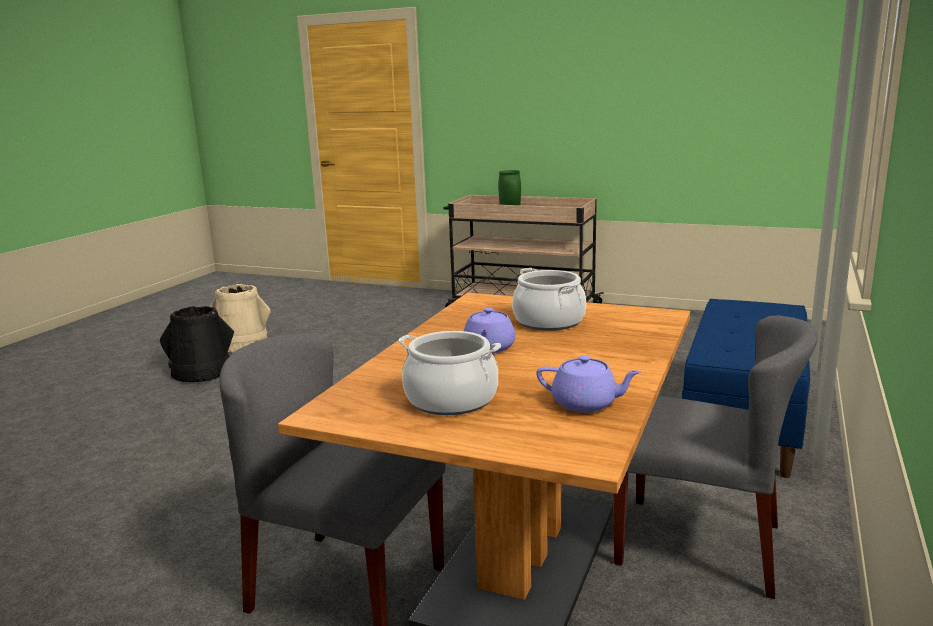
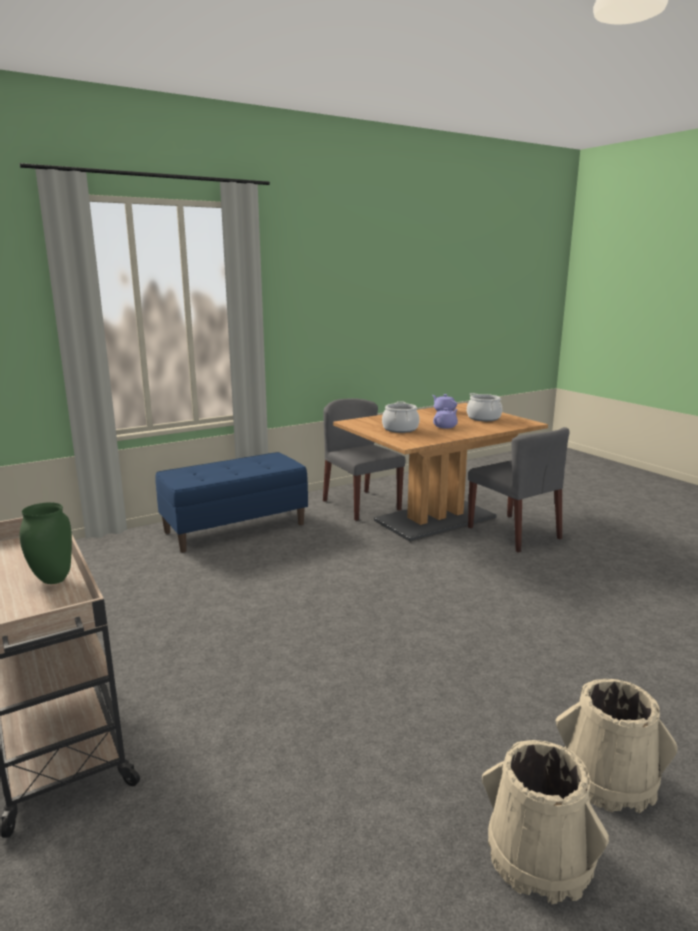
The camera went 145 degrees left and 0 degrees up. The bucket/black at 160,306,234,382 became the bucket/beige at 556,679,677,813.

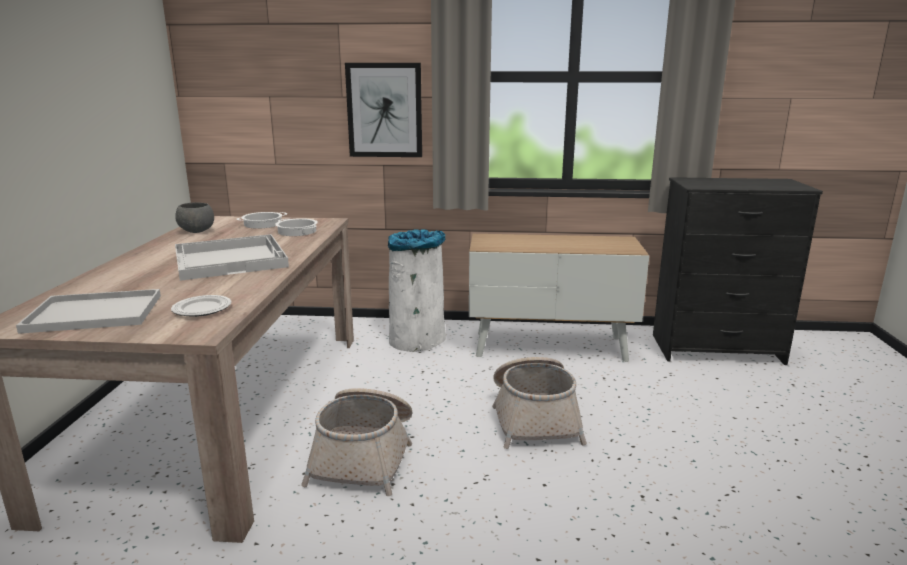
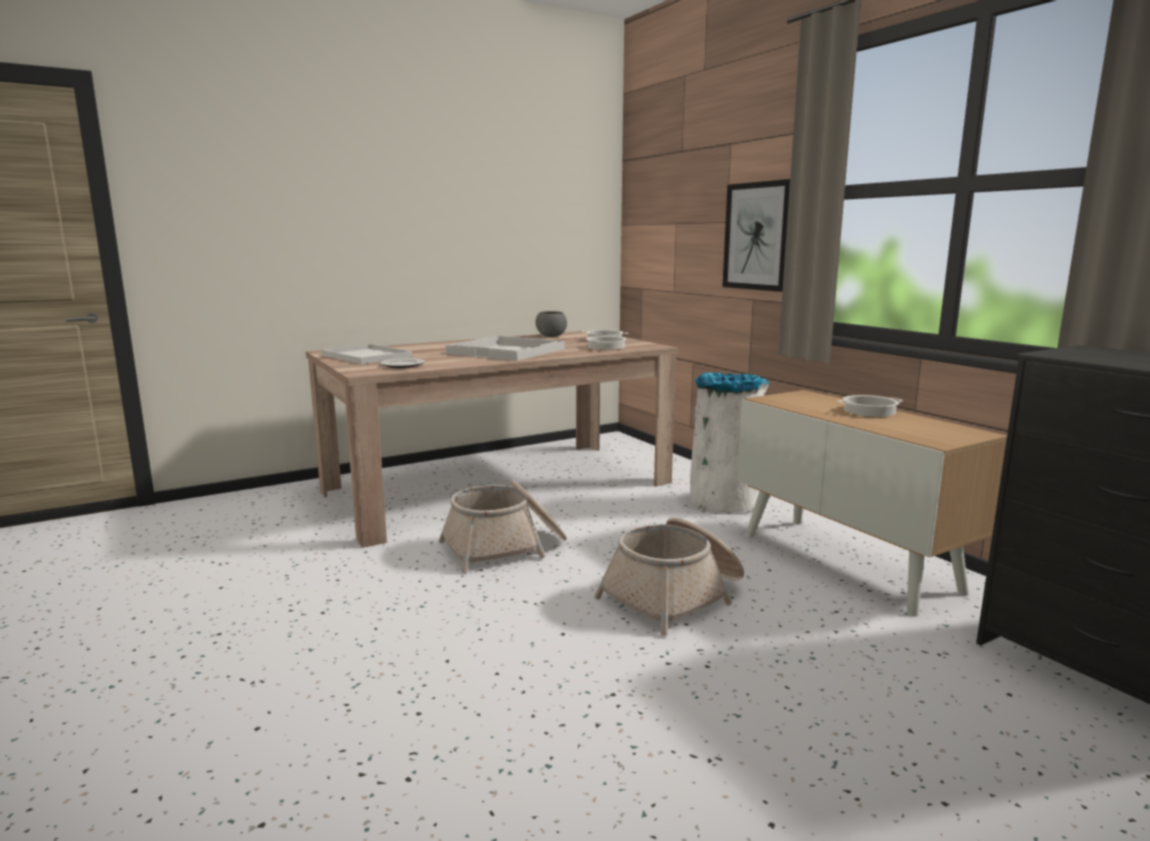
The camera went 55 degrees right and 5 degrees down. The cooking pot at 837,395,903,417 appeared.

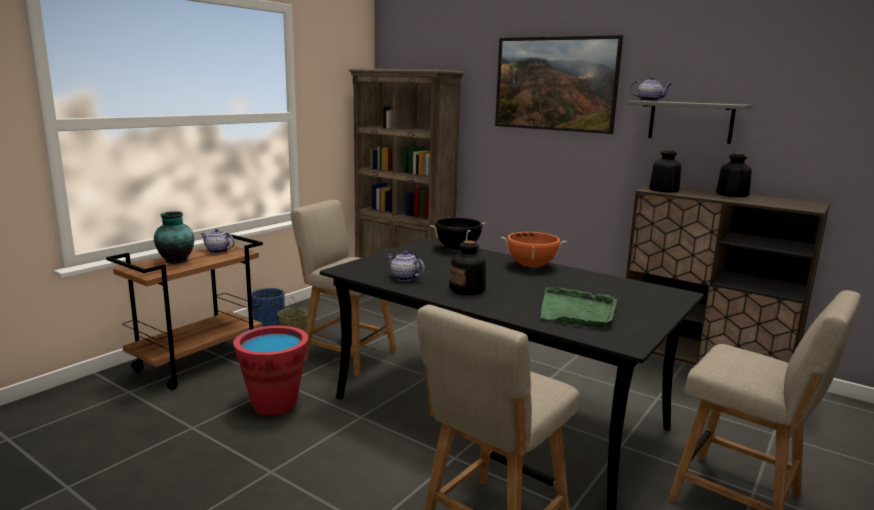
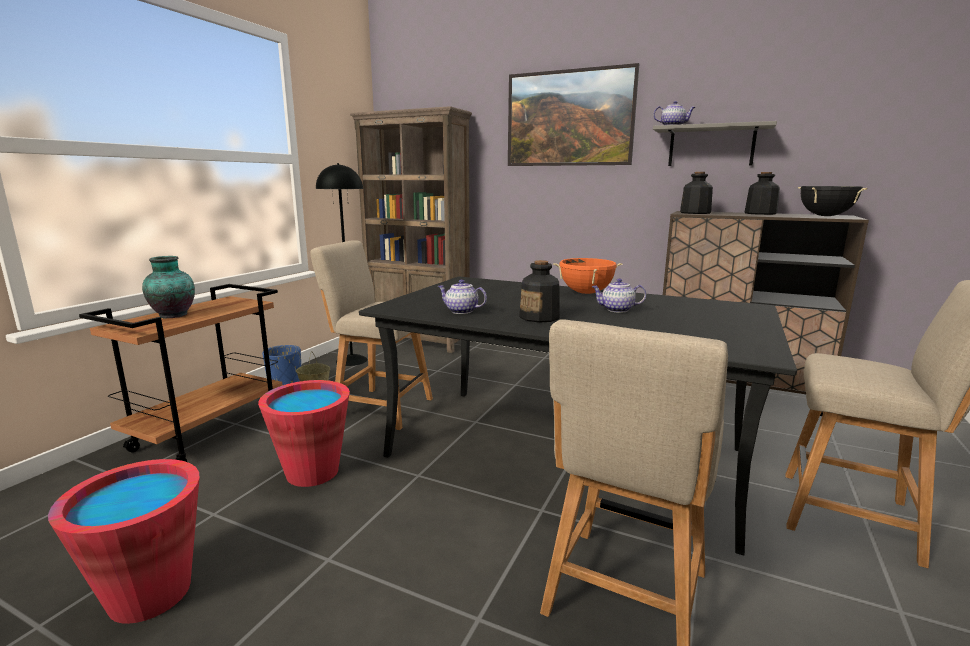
The camera went 10 degrees left and 0 degrees up. The tray/green at 541,287,617,328 disappeared. The bucket/red at 48,459,200,624 appeared. The floor lamp/black at 316,163,368,366 appeared. The teapot moved from 200,229,235,253 to 592,278,646,313. The cooking pot/black moved from 430,217,486,250 to 798,186,867,216.

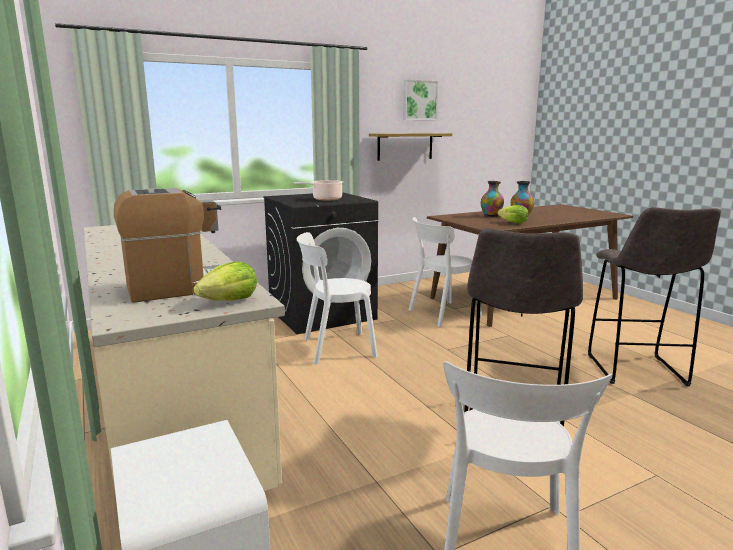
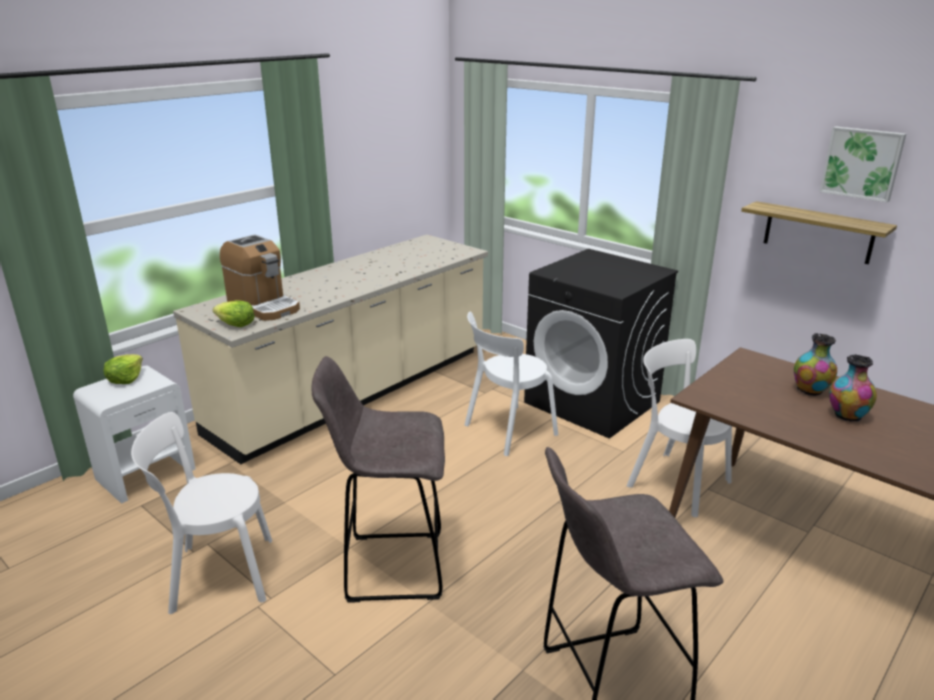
The camera went 70 degrees right and 10 degrees up. The cooking pot at 294,180,343,201 disappeared. The lettuce moved from 498,205,528,224 to 103,354,143,384. The chair/white at 297,232,378,365 turned 90 degrees counterclockwise.

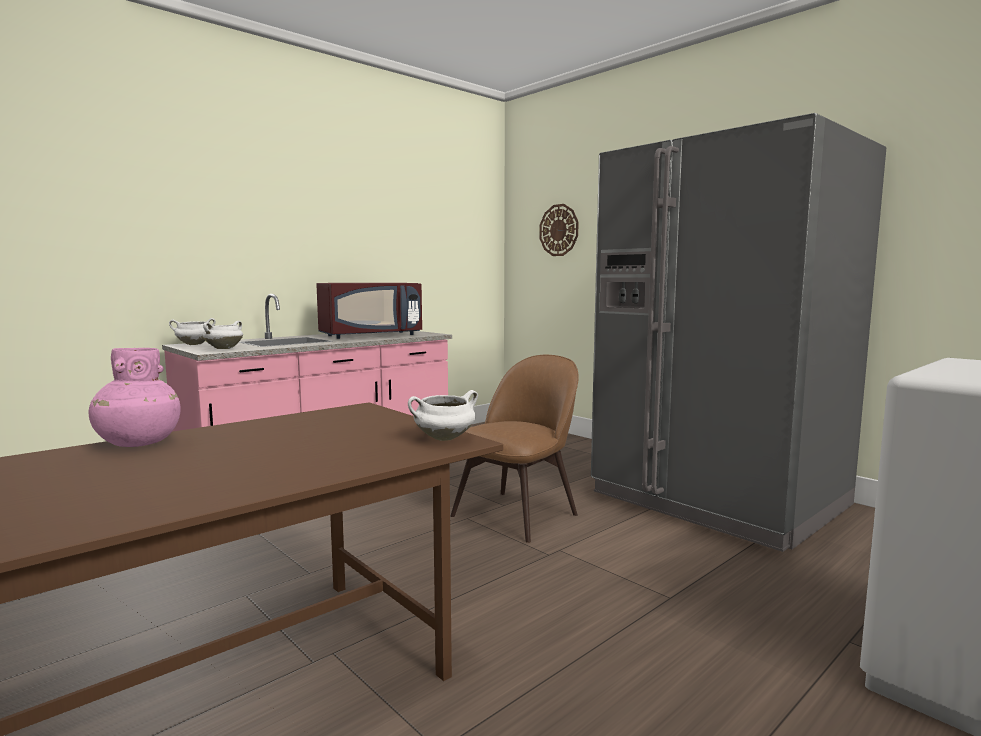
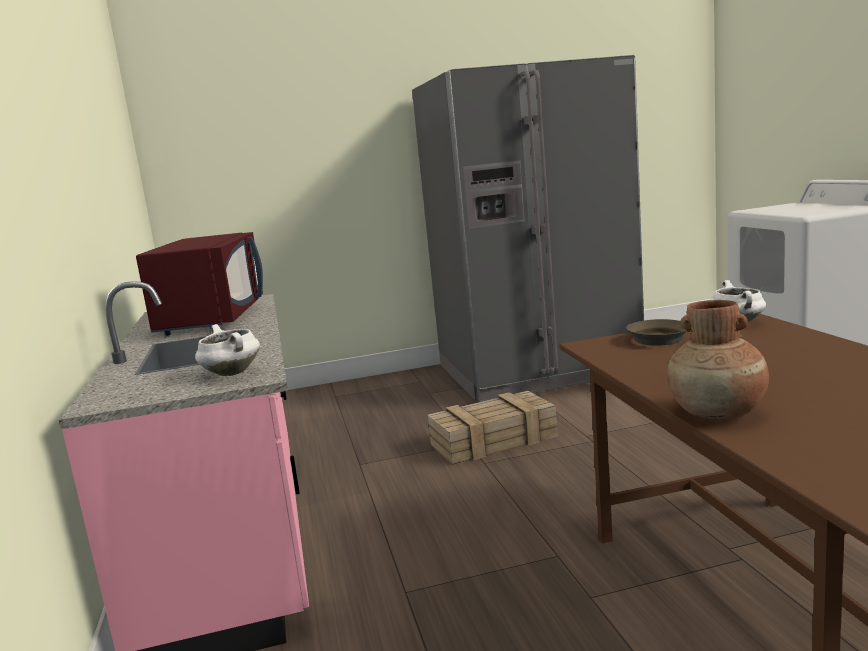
The camera went 60 degrees left and 5 degrees up. The cooking pot/white at 169,318,216,345 disappeared. The wall clock at 539,204,579,256 disappeared. The frying pan/brown at 627,319,742,346 appeared. The chair/brown at 450,355,579,543 was replaced by the crate at 428,391,558,465. The vase/pink at 89,348,180,447 became the vase/brown at 667,300,769,420.

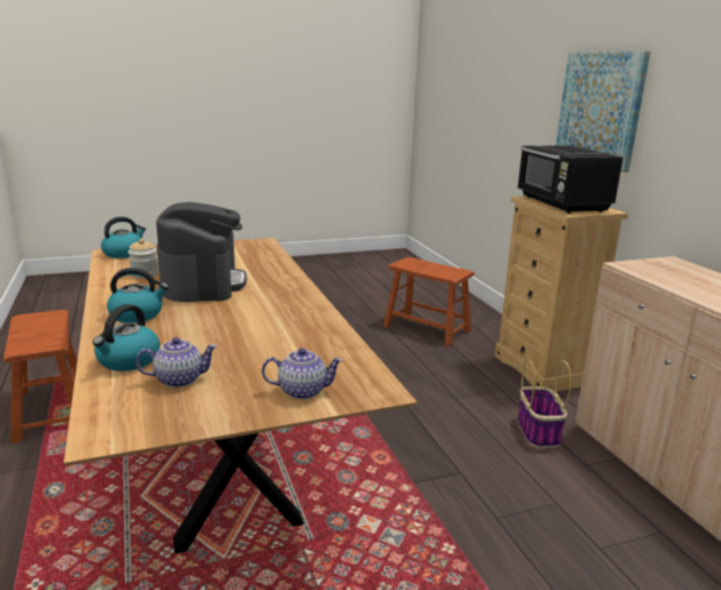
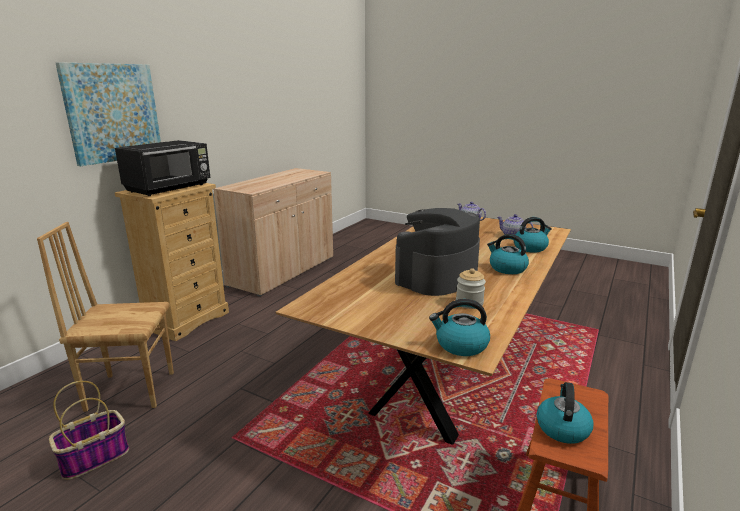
The camera went 130 degrees left and 0 degrees up. The kettle at 537,382,594,444 appeared. The basket moved from 518,359,572,448 to 49,381,129,480. The stool/brown at 383,257,474,347 was replaced by the chair/brown at 37,222,174,412.

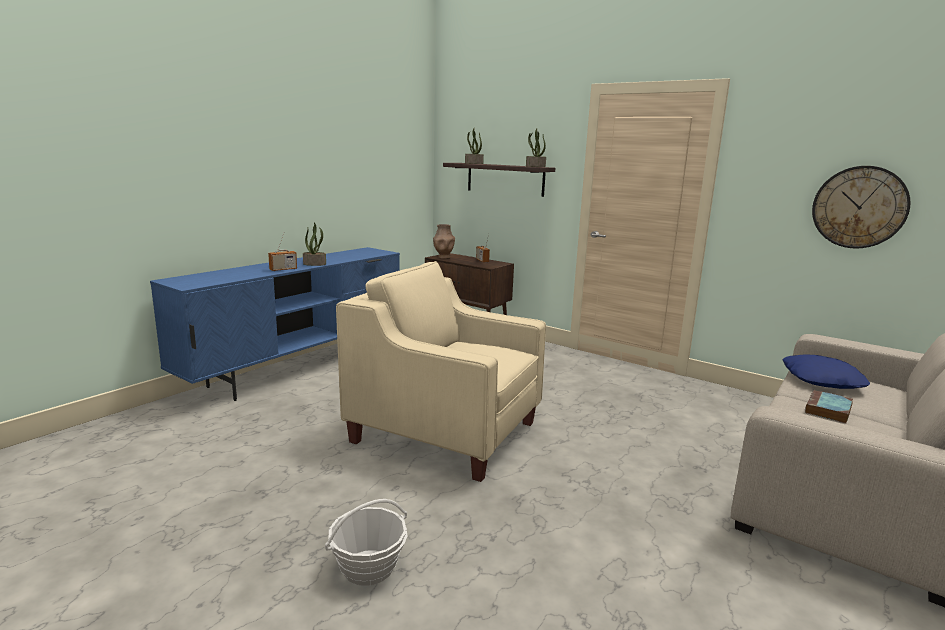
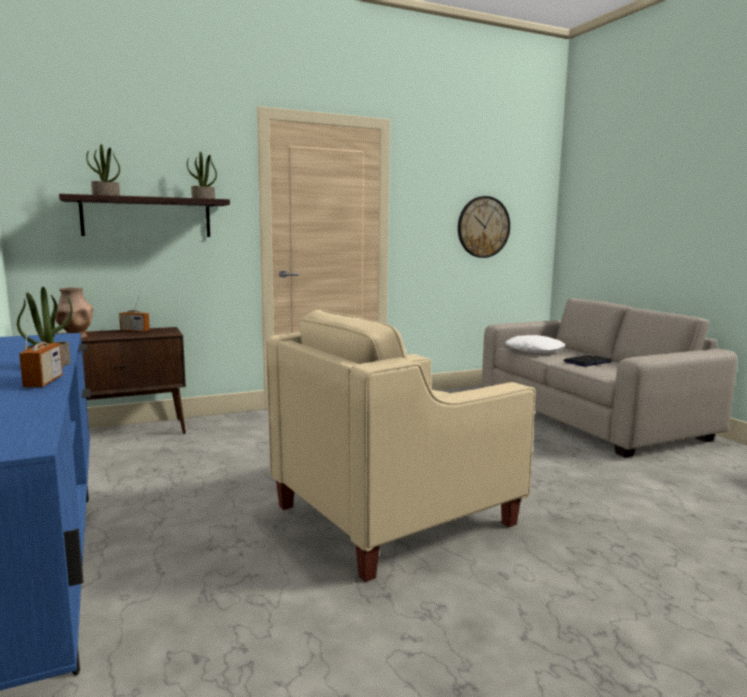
The camera went 60 degrees left and 5 degrees down. The basket at 325,499,407,586 disappeared. The book at 805,390,853,423 was replaced by the laptop at 563,355,612,367. The pillow/blue at 783,354,870,389 became the pillow/white at 505,335,565,353.

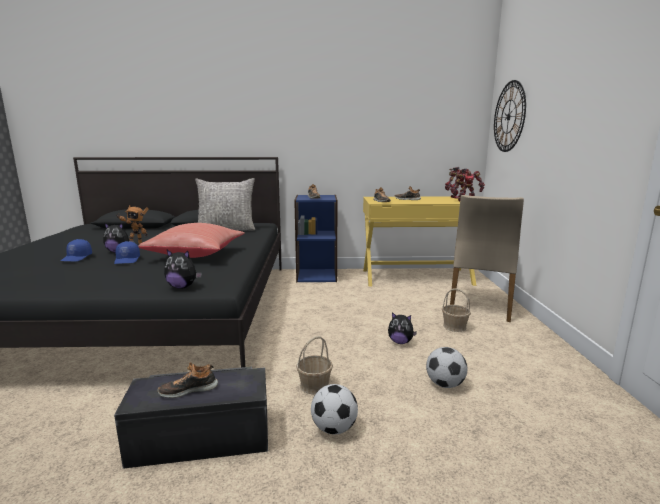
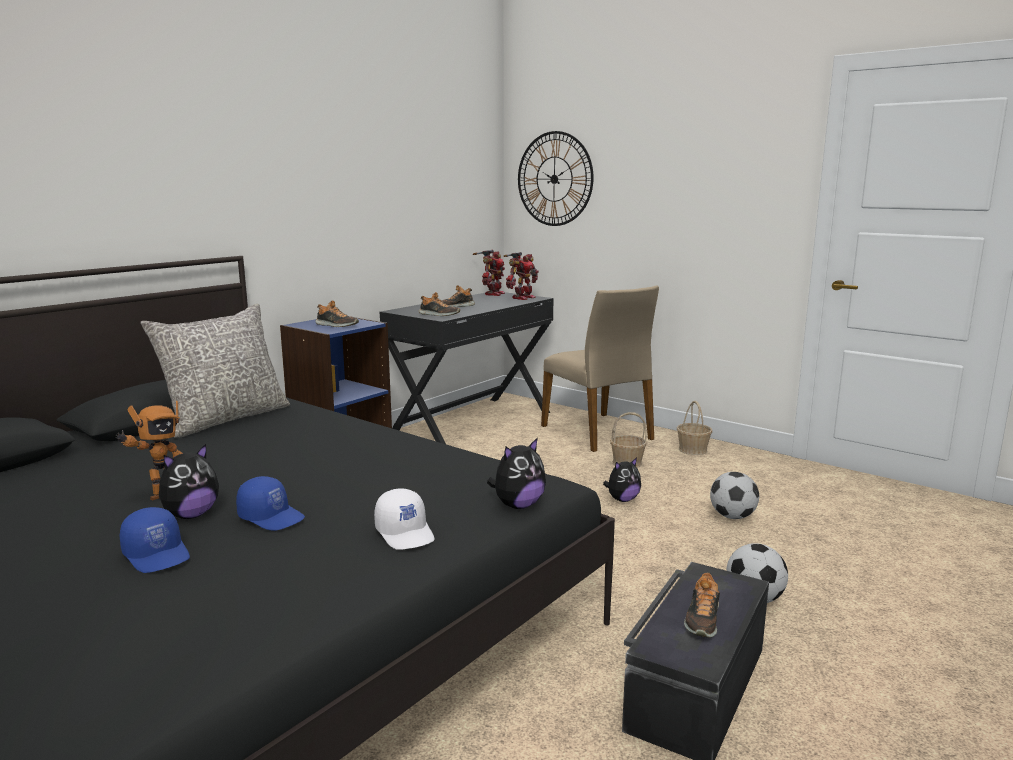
The camera went 50 degrees left and 0 degrees up. The pillow/red at 138,223,245,258 disappeared. The cap/white at 374,488,435,550 appeared. The basket moved from 296,336,333,395 to 677,401,713,455. The desk/yellow at 363,197,477,287 became the desk/black at 380,292,554,444.

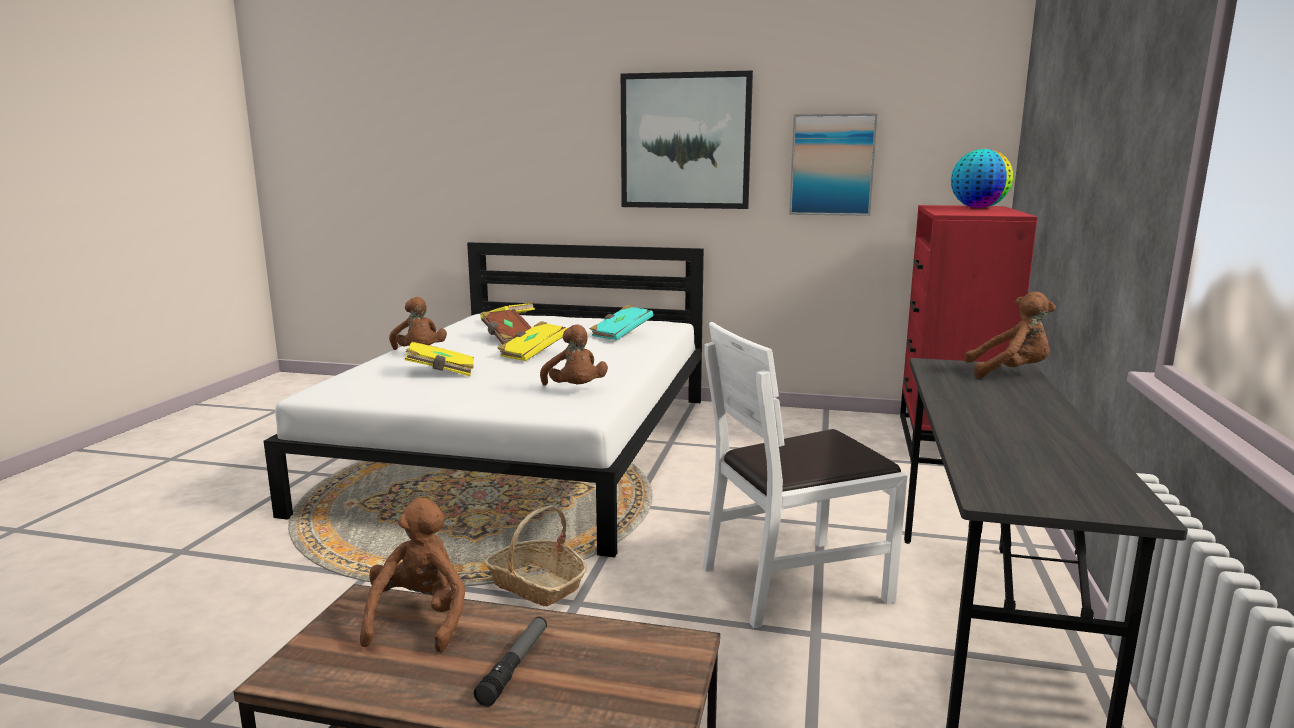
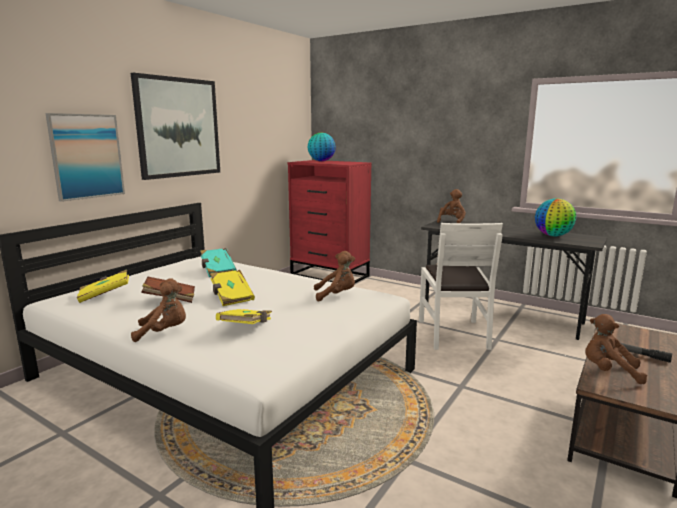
The camera went 70 degrees left and 0 degrees up. The basket at 484,505,587,606 disappeared. The globe at 535,199,576,236 appeared. The picture moved from 789,113,878,216 to 45,113,125,202.

